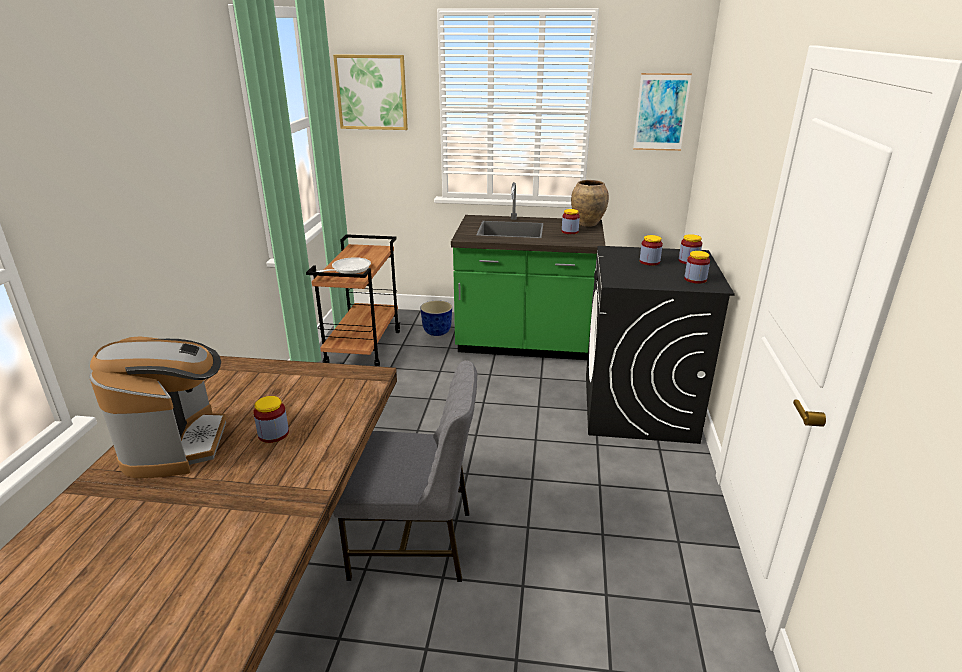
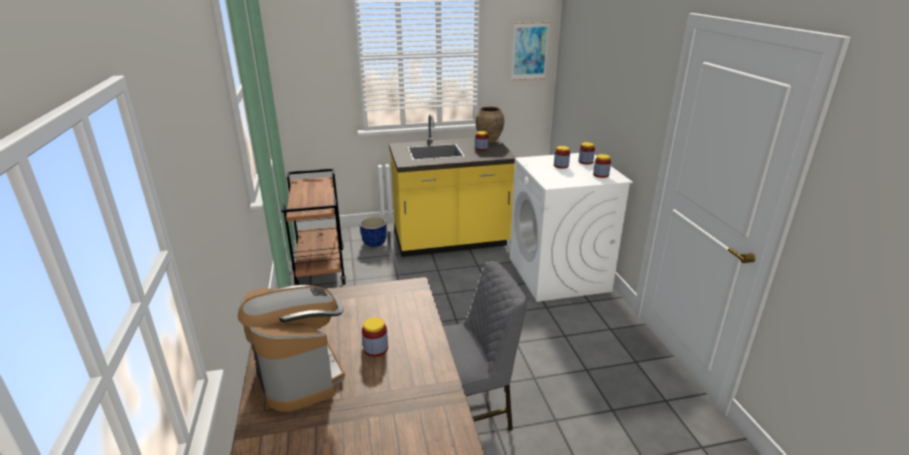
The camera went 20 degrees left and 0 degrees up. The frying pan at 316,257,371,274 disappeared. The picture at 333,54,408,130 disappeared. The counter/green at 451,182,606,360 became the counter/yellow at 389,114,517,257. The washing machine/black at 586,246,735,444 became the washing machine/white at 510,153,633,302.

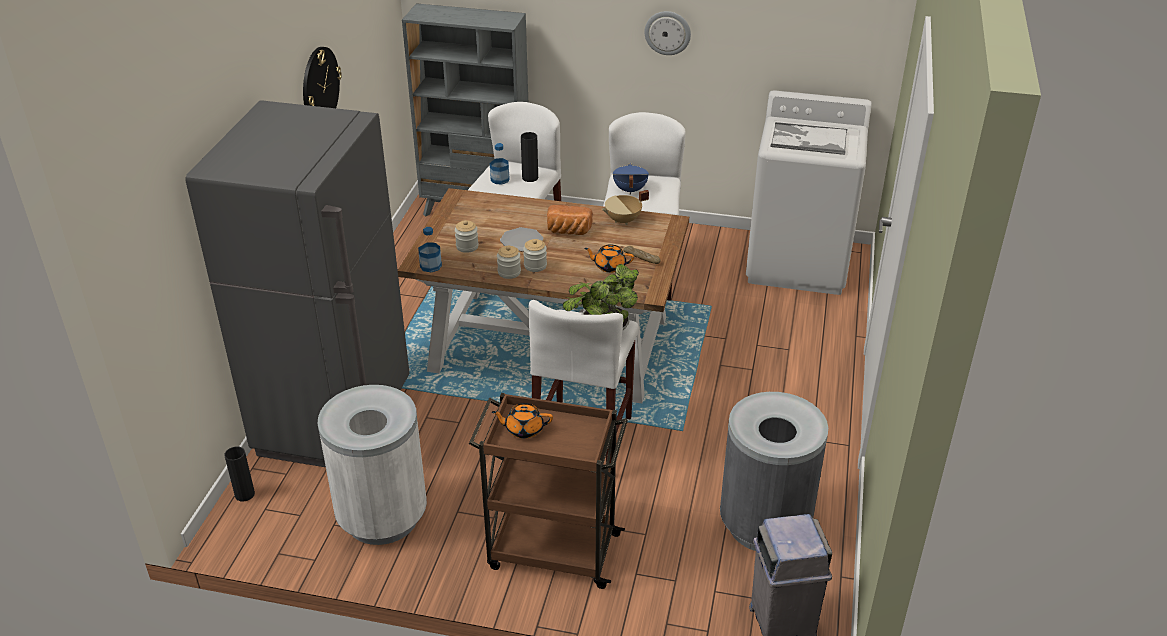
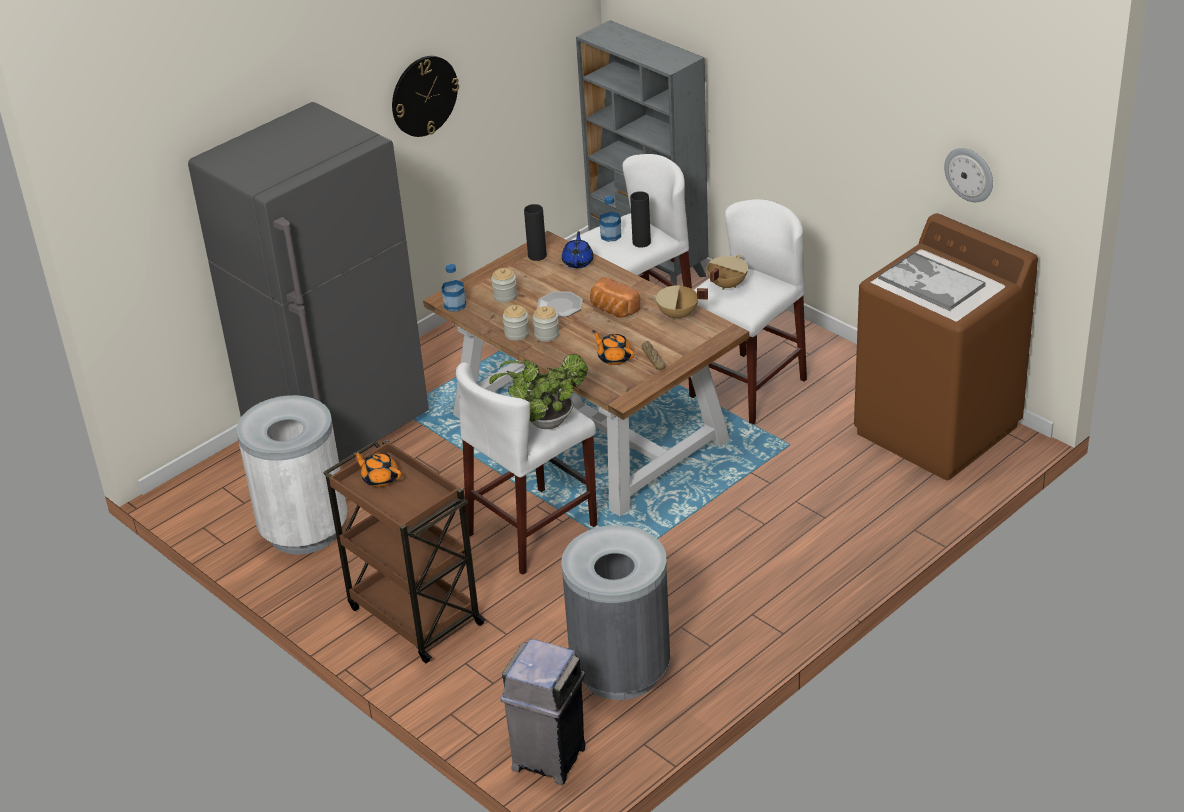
The camera went 35 degrees right and 0 degrees up. The teapot/blue at 562,231,594,268 appeared. The vase/black moved from 224,446,255,502 to 524,204,547,261. The wall clock moved from 644,11,691,55 to 944,148,993,202. The cooking pot/blue at 613,163,649,194 became the cooking pot/beige at 707,255,748,290. The washing machine/white at 746,90,872,295 became the washing machine/brown at 854,213,1038,480.

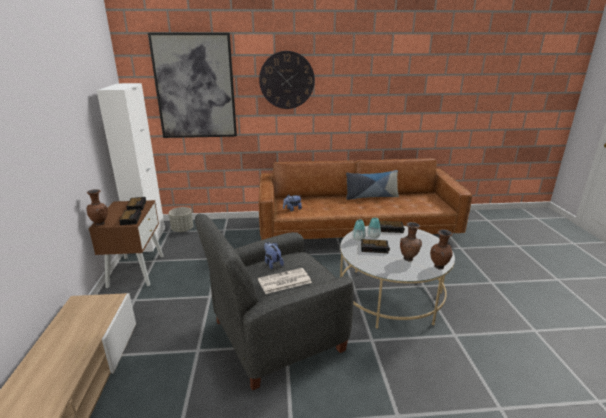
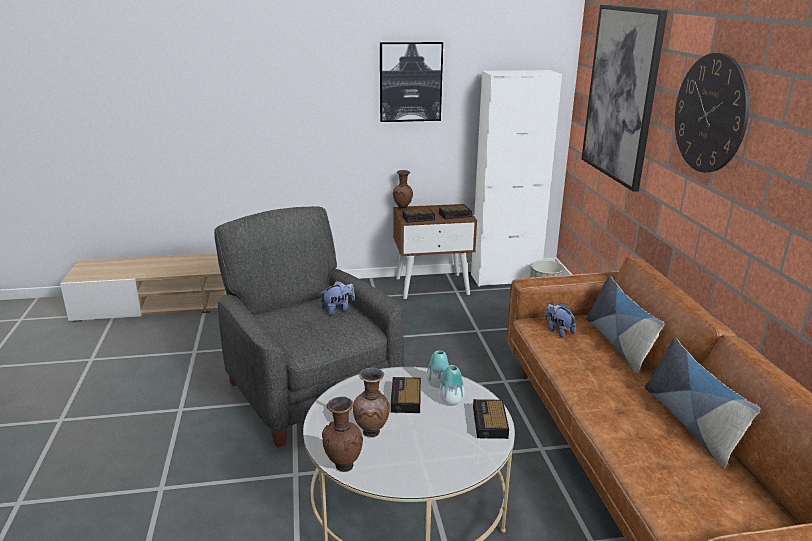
The camera went 85 degrees right and 0 degrees up. The newspaper at 258,268,312,294 disappeared. The picture at 380,42,443,122 appeared. The pillow at 586,276,664,374 appeared.

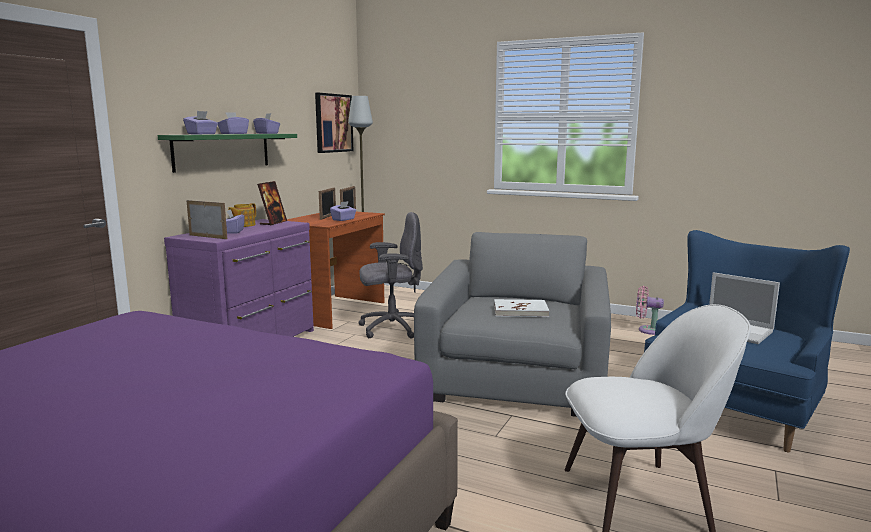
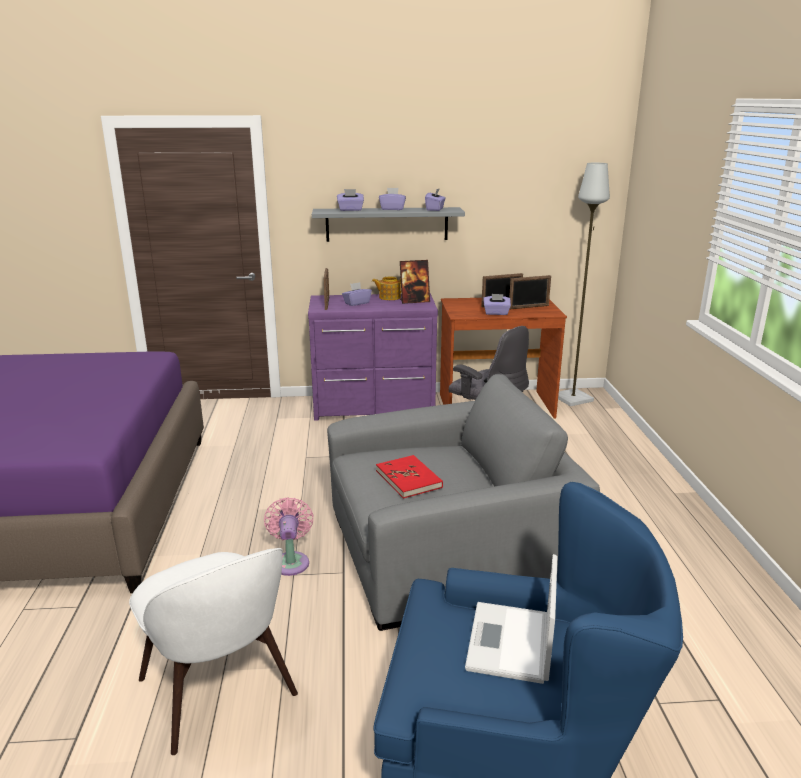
The camera went 60 degrees right and 10 degrees up. The picture at 315,93,353,153 disappeared. The fan/pink moved from 636,286,664,335 to 264,497,314,576. The shelf/green at 157,134,297,173 became the shelf/grey at 312,207,465,242. The book/white at 494,299,549,317 became the book/red at 376,455,443,498.

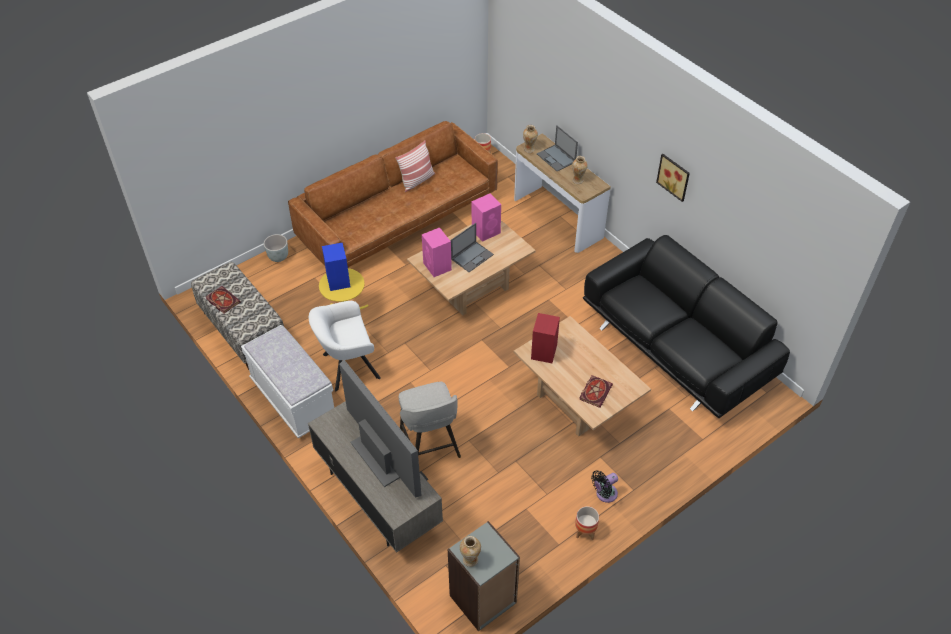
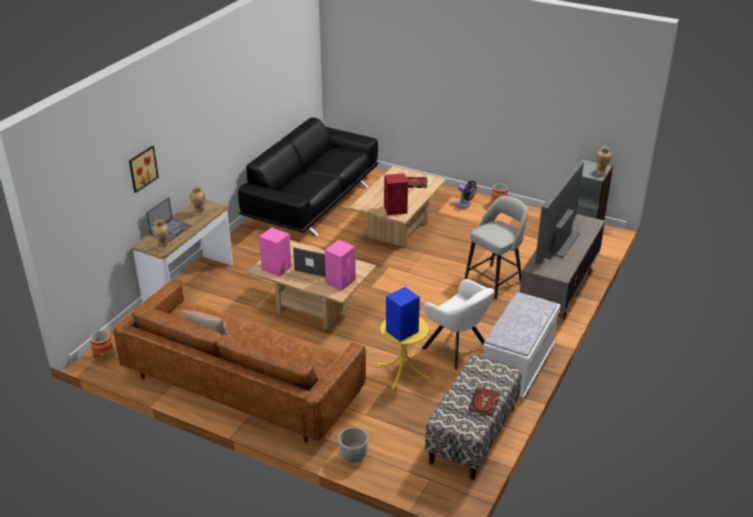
The camera went 115 degrees left and 15 degrees down. The picture moved from 656,154,690,202 to 129,146,159,193.

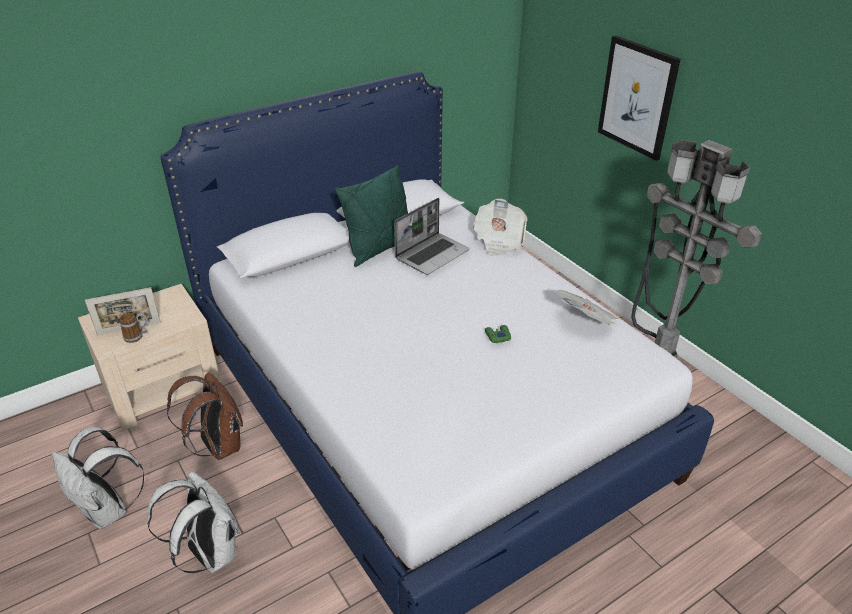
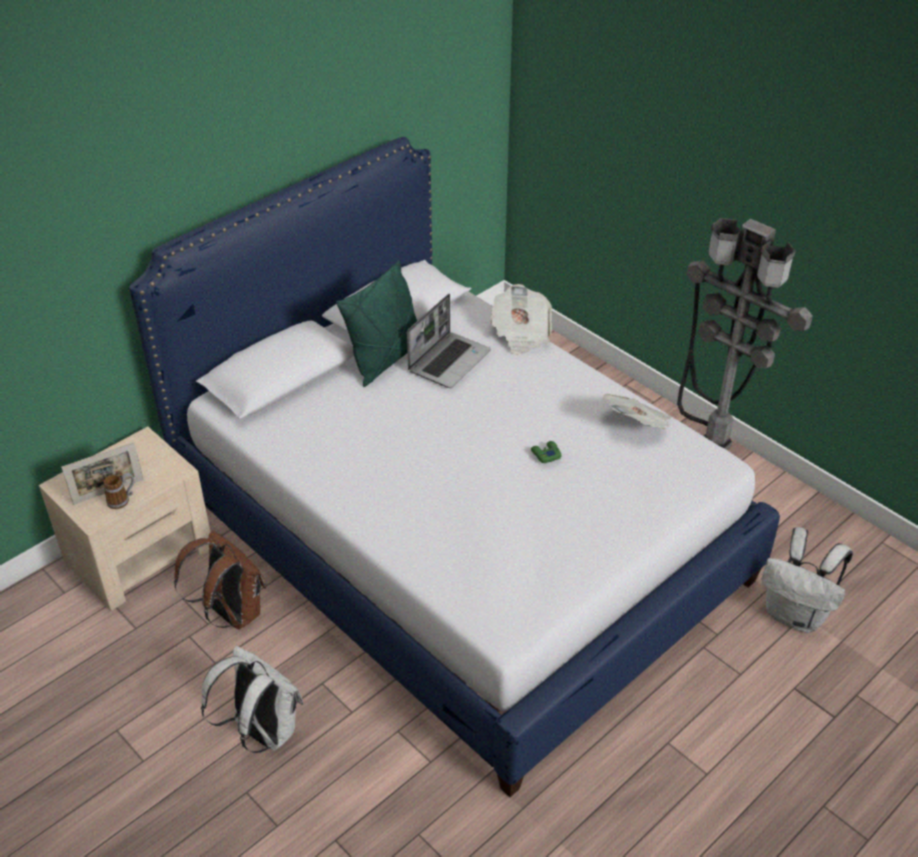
The camera went 10 degrees left and 5 degrees up. The picture at 598,35,680,161 disappeared. The backpack/white moved from 52,427,144,529 to 761,527,853,633.

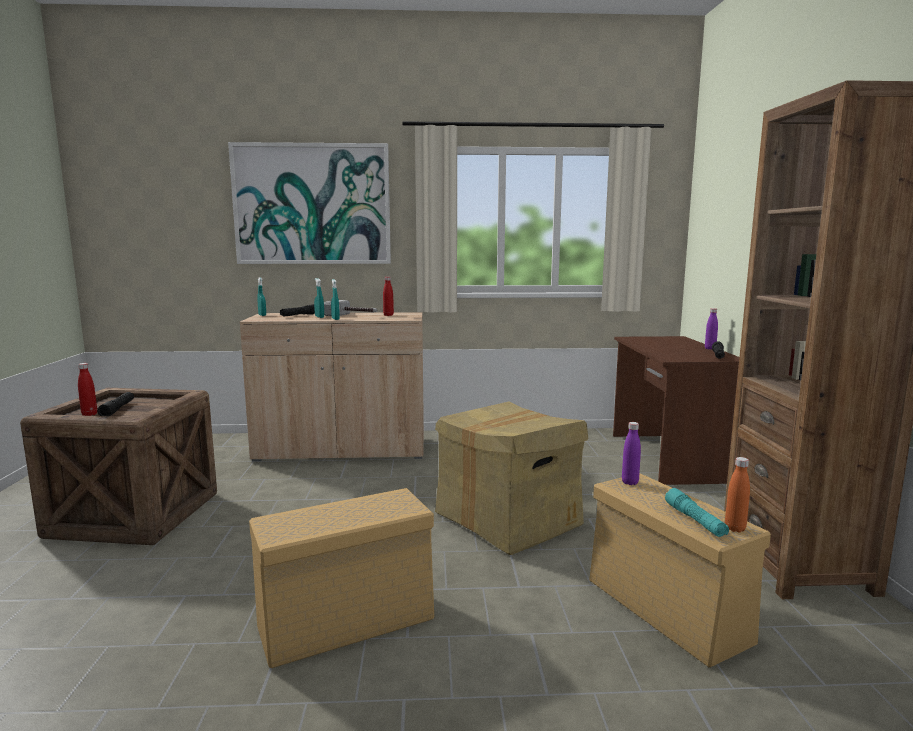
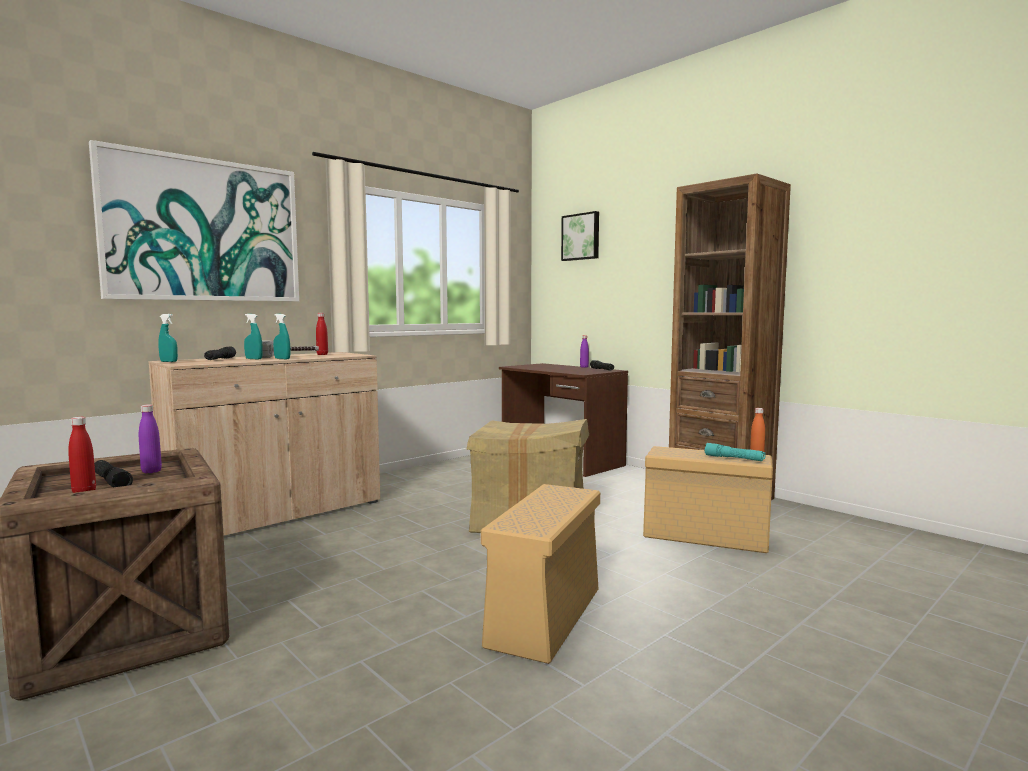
The camera went 40 degrees left and 5 degrees down. The picture at 561,211,599,261 appeared. The bottle/purple moved from 622,422,641,485 to 139,404,162,473.

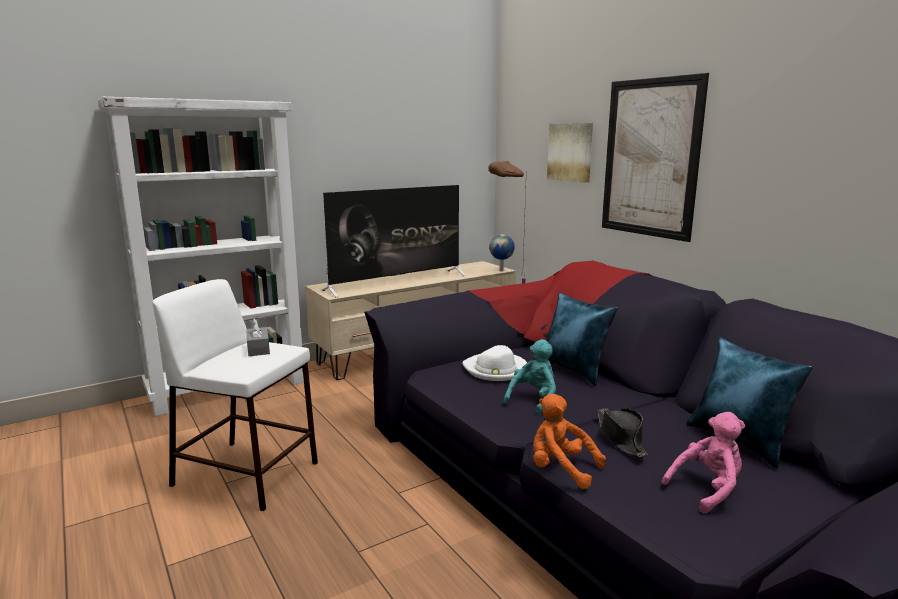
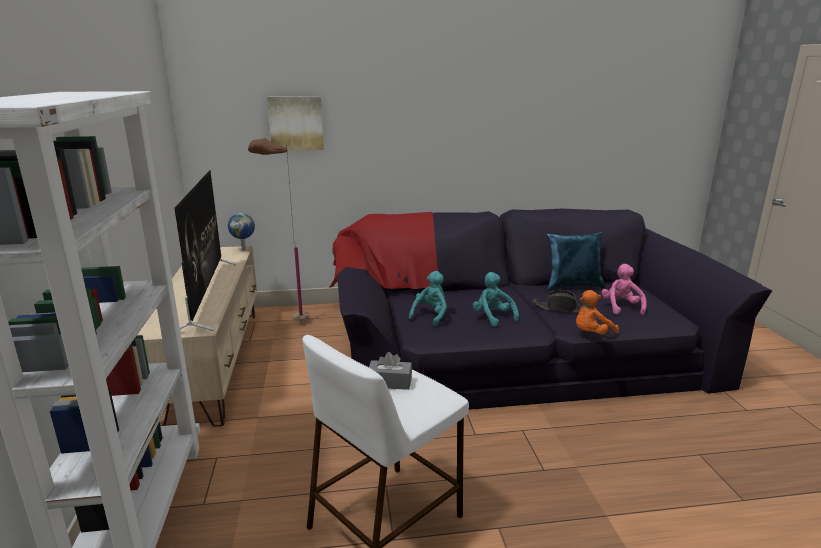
The camera went 65 degrees left and 5 degrees up. The pillow/blue at 546,292,618,386 disappeared. The picture at 602,73,709,242 disappeared. The hat/white at 462,345,527,381 was replaced by the plush toy/turquoise at 409,271,447,326.

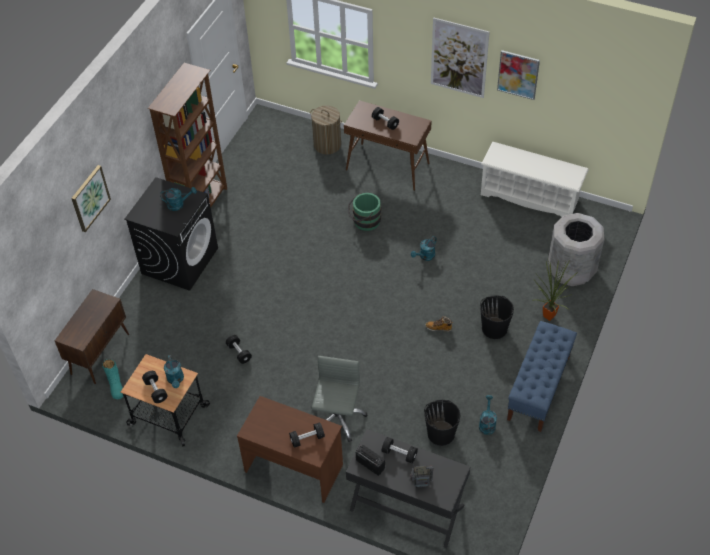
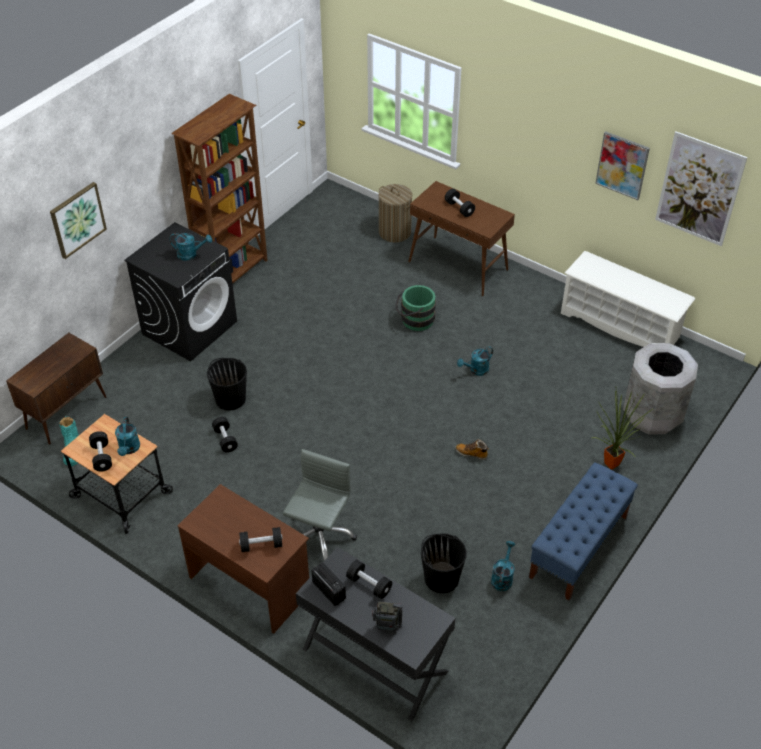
The camera went 10 degrees right and 5 degrees down. The picture moved from 431,18,490,98 to 655,131,747,246. The bucket/black moved from 480,295,514,339 to 207,358,247,411.

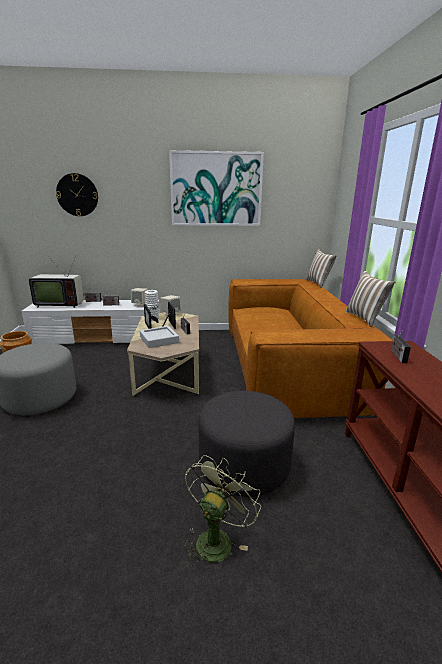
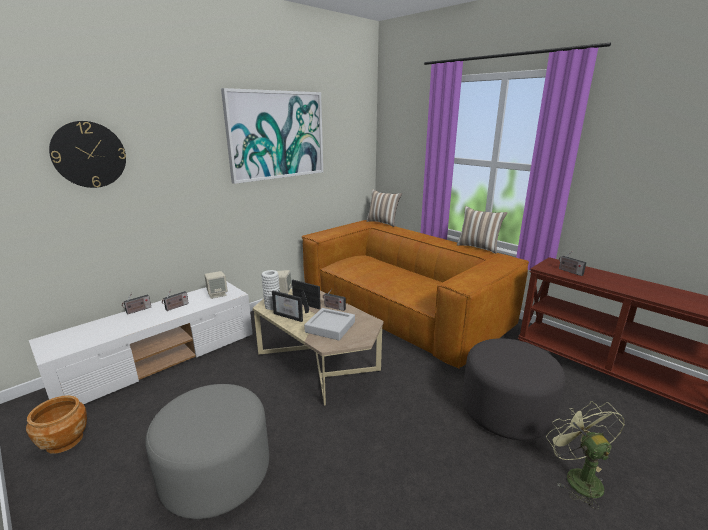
The camera went 40 degrees left and 0 degrees up. The television at 29,254,84,308 disappeared.

